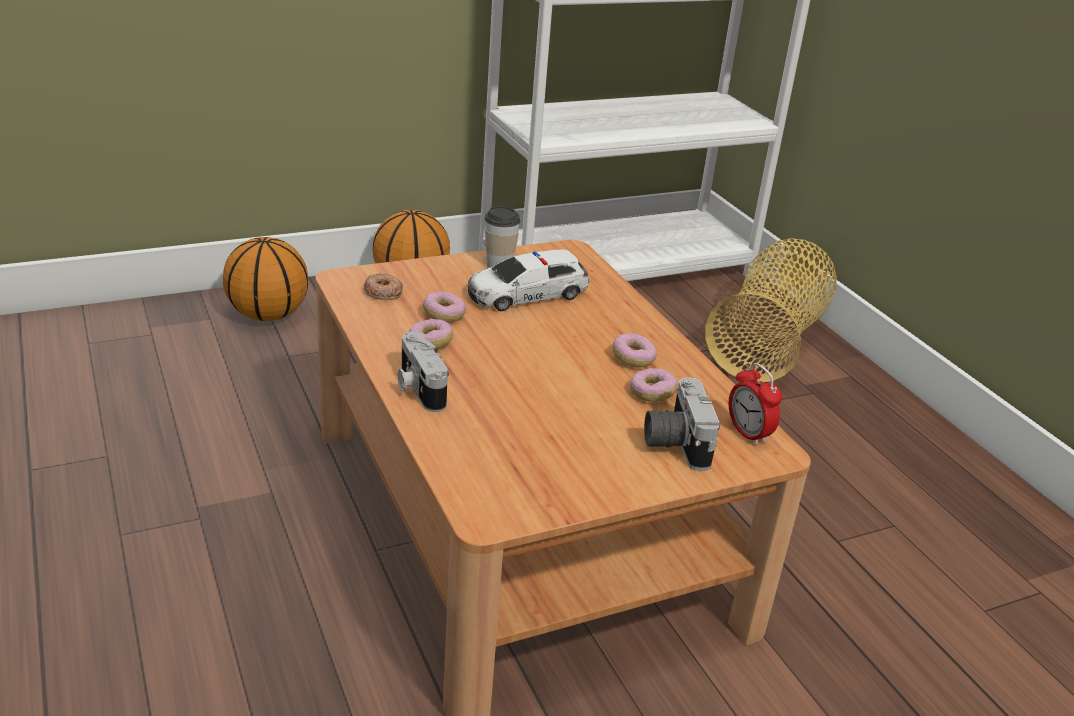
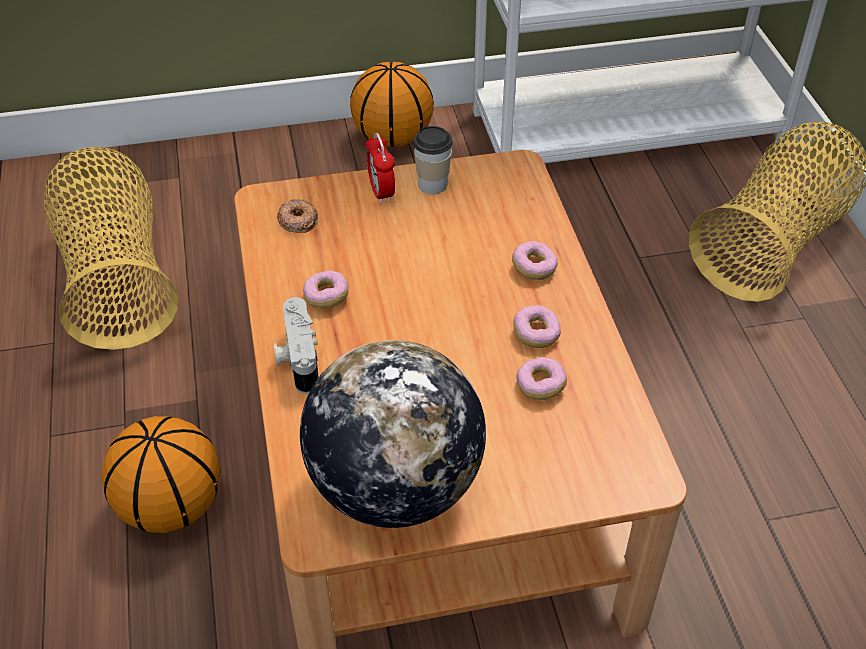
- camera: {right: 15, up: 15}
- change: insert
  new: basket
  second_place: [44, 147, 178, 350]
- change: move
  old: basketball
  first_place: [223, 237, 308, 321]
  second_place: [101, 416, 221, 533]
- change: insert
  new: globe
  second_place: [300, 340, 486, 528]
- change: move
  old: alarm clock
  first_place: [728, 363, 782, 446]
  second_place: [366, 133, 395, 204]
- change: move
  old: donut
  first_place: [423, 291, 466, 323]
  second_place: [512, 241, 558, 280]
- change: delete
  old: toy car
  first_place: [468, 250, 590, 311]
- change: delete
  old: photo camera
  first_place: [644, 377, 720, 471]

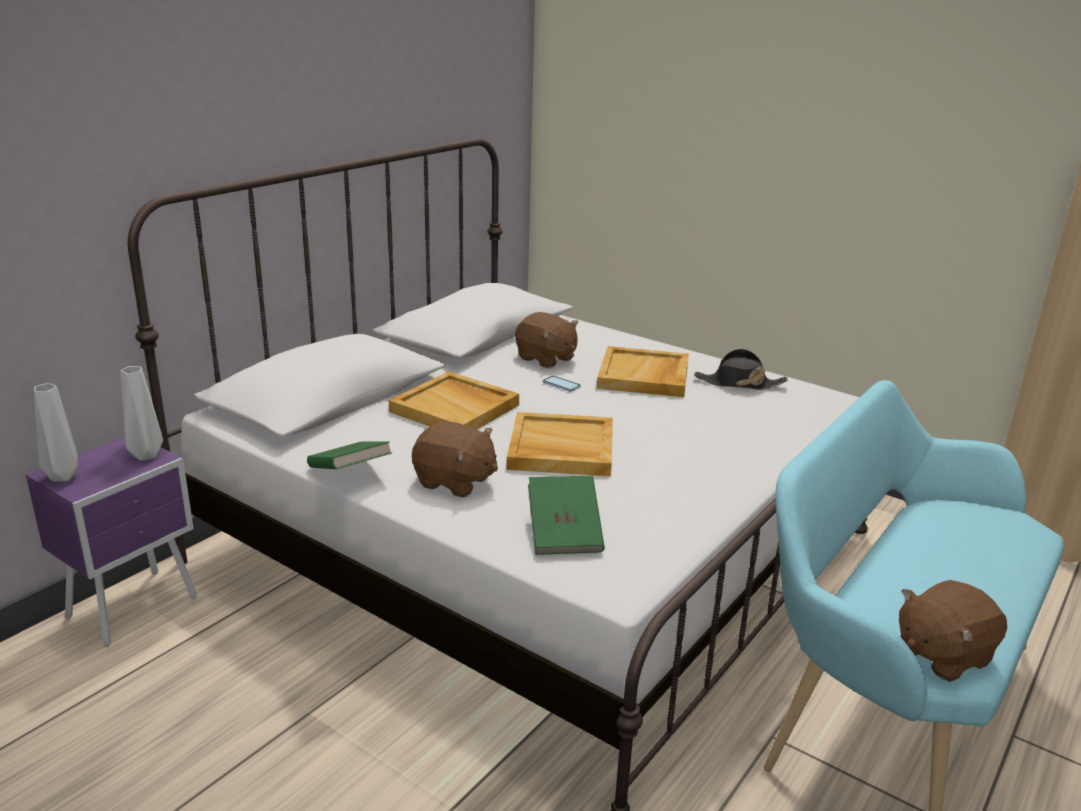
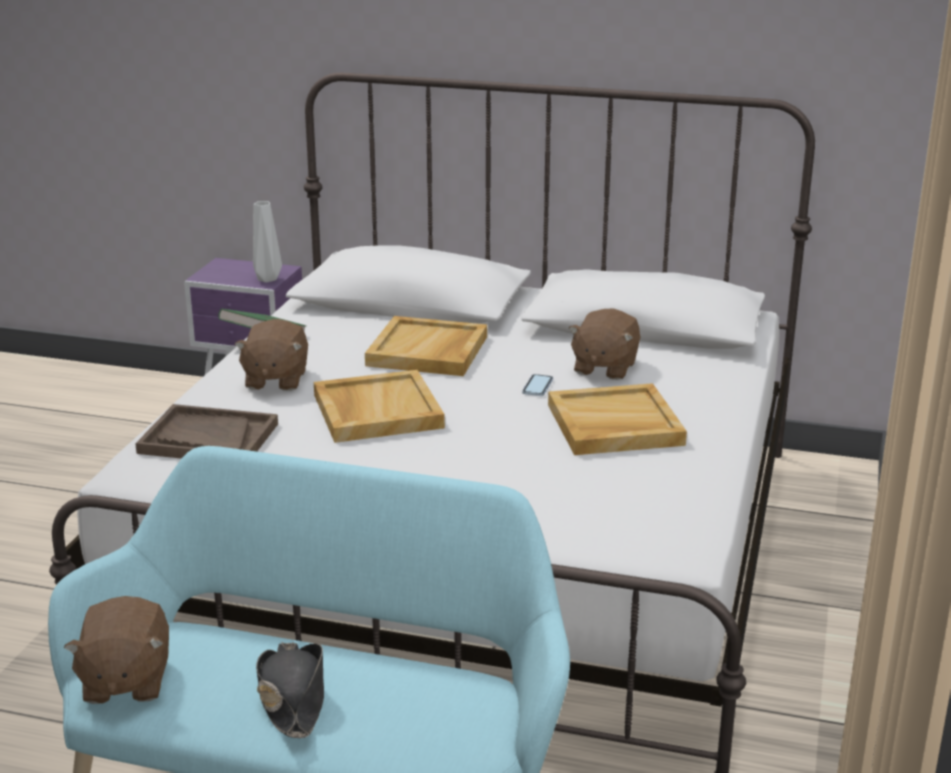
- camera: {right: 70, up: 0}
- change: rotate
  old: brown plush toy
  first_place: [899, 580, 1007, 682]
  second_place: [64, 596, 169, 704]
  degrees: -135
- change: replace
  old: green book
  new: brown tray
  first_place: [528, 476, 605, 555]
  second_place: [135, 404, 278, 459]
- change: move
  old: black hat
  first_place: [694, 349, 788, 390]
  second_place: [256, 642, 324, 738]
- change: delete
  old: grey vase
  first_place: [34, 383, 78, 482]

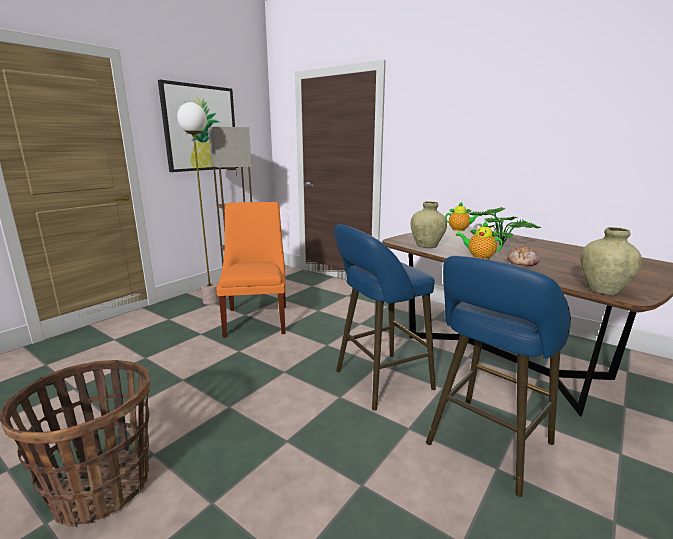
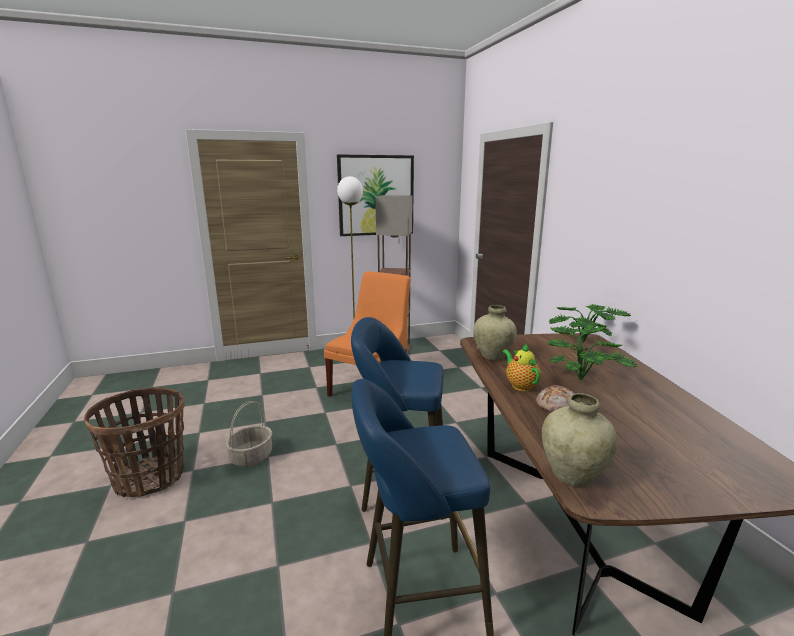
- camera: {right: 35, up: 0}
- change: insert
  new: basket
  second_place: [226, 401, 272, 467]
- change: replace
  old: teapot
  new: potted plant
  first_place: [445, 202, 482, 231]
  second_place: [549, 304, 631, 342]

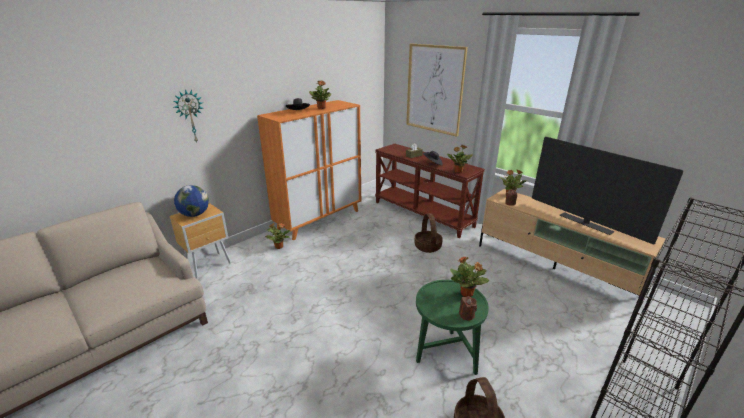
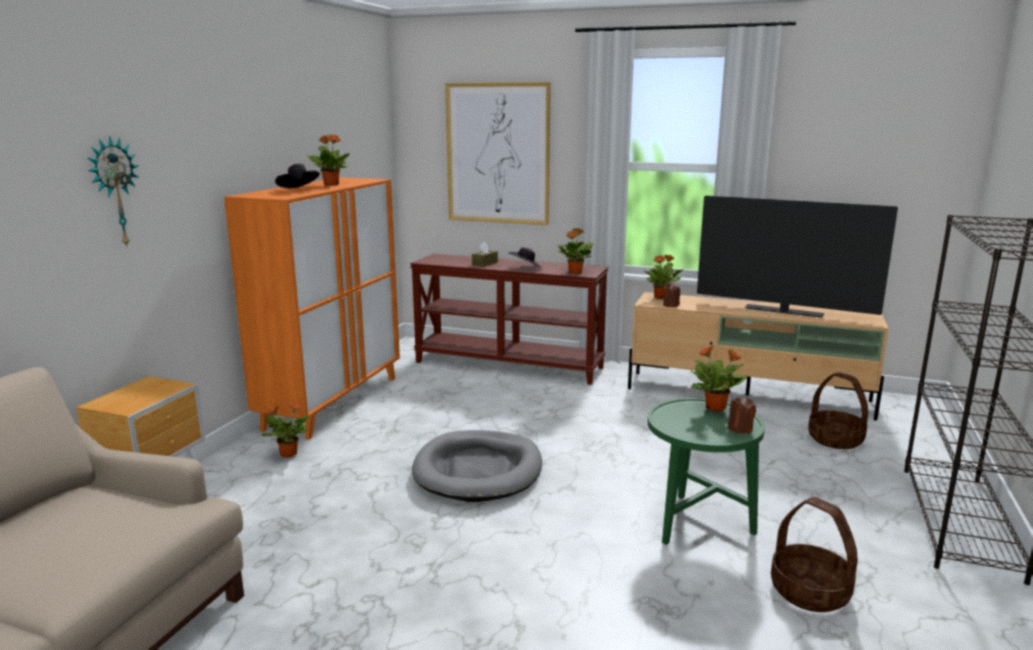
- camera: {right: -25, up: -10}
- change: insert
  new: grey dog bed
  second_place: [412, 430, 542, 502]
- change: move
  old: basket
  first_place: [414, 213, 443, 253]
  second_place: [808, 372, 869, 449]
- change: delete
  old: globe
  first_place: [174, 185, 209, 217]

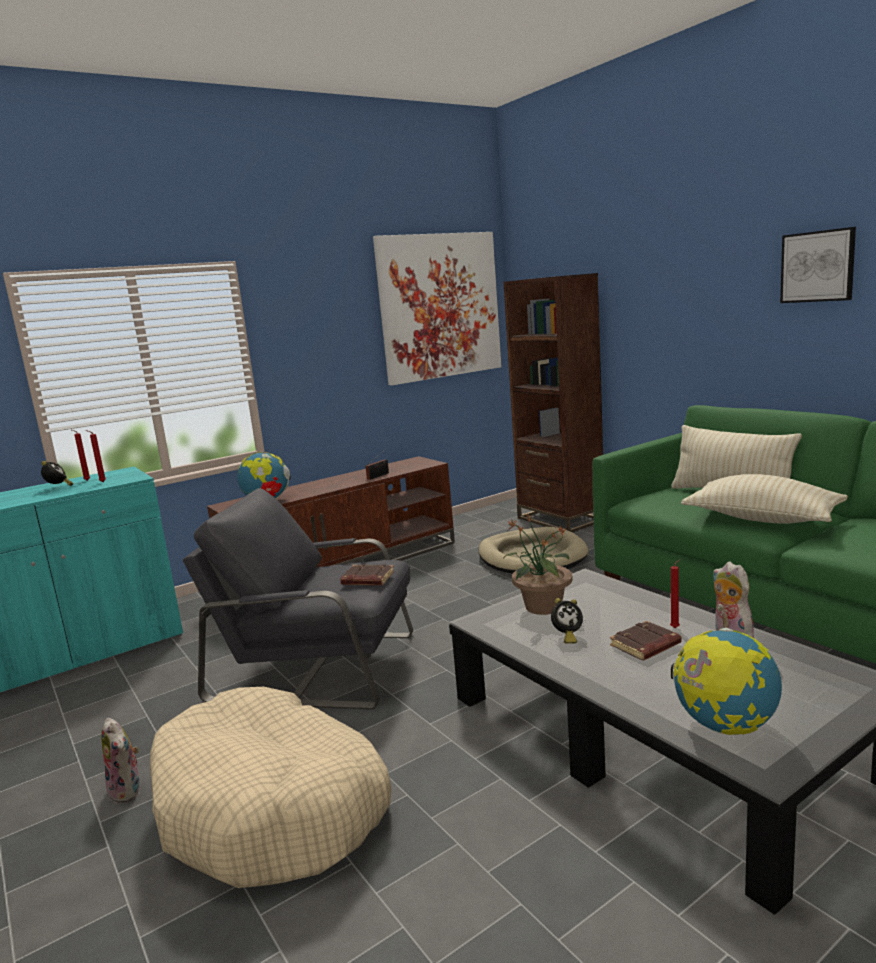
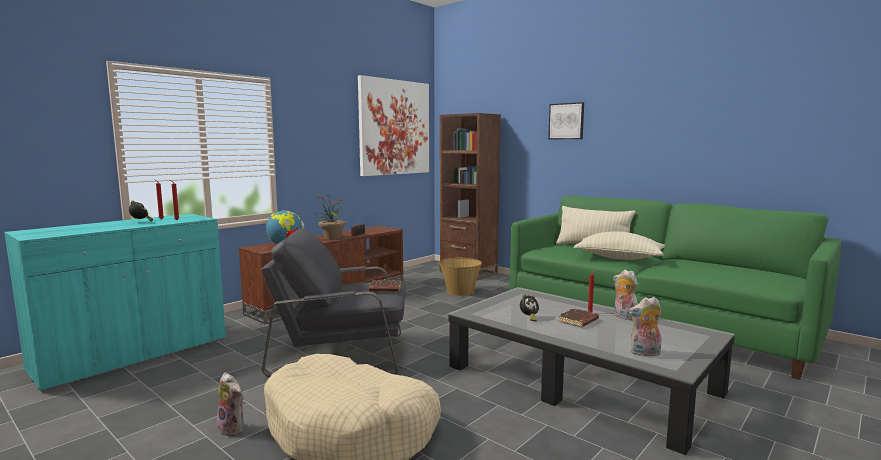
- camera: {right: -15, up: -5}
- change: move
  old: potted plant
  first_place: [503, 515, 573, 615]
  second_place: [317, 195, 347, 240]
- change: replace
  old: beige dog bed
  new: basket
  first_place: [479, 527, 589, 574]
  second_place: [438, 258, 482, 296]
- change: move
  old: picture
  first_place: [780, 227, 856, 303]
  second_place: [548, 102, 584, 139]
- change: replace
  old: globe
  new: plush toy
  first_place: [671, 628, 782, 735]
  second_place: [629, 297, 661, 356]

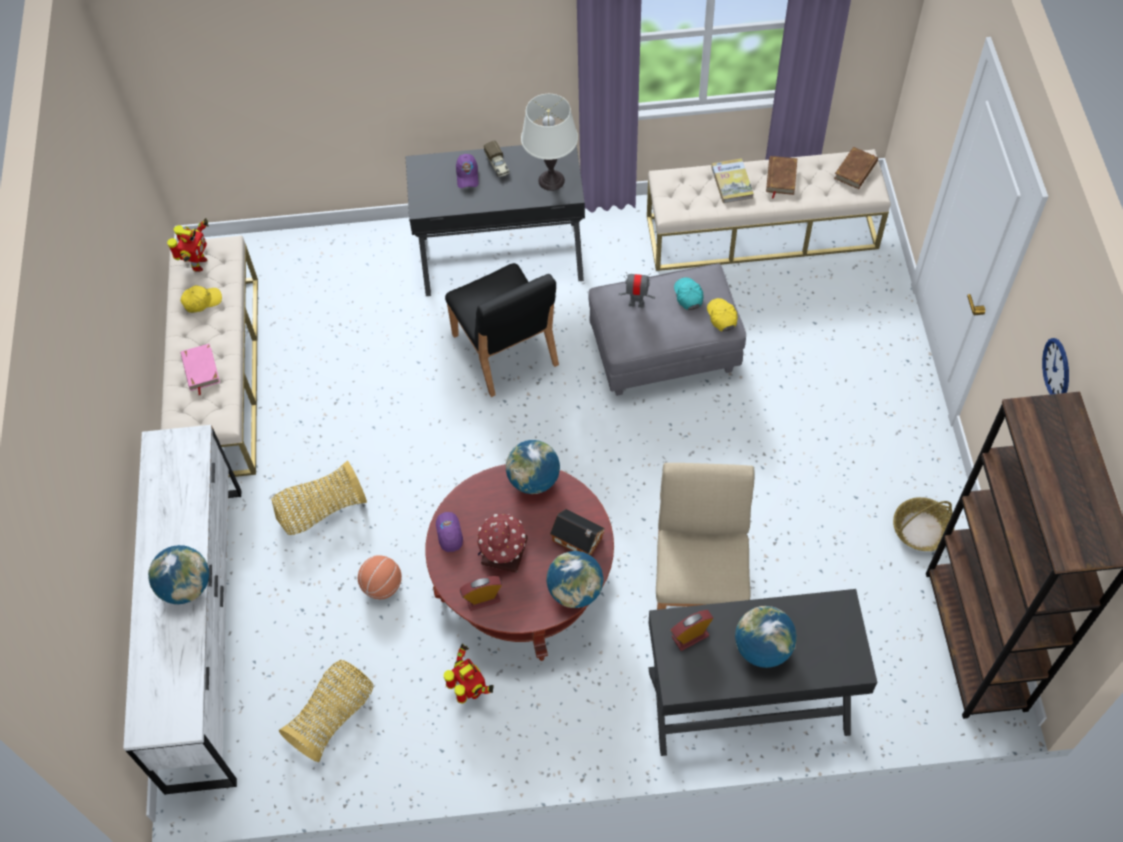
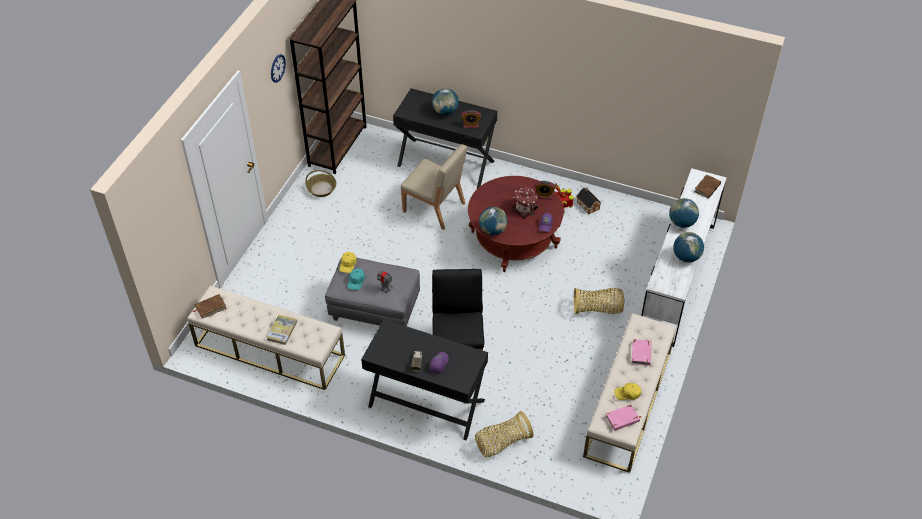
- camera: {right: -155, up: -10}
- change: rotate
  old: beige chair
  first_place: [656, 463, 754, 610]
  second_place: [401, 144, 467, 230]
  degrees: -90
- change: move
  old: basket
  first_place: [279, 660, 374, 762]
  second_place: [475, 411, 533, 457]
- change: move
  old: toy house
  first_place: [550, 509, 605, 556]
  second_place: [577, 187, 601, 214]
- change: replace
  old: toy robot
  new: pink book
  first_place: [167, 218, 208, 272]
  second_place: [605, 404, 642, 431]
- change: move
  old: globe
  first_place: [547, 551, 603, 608]
  second_place: [673, 232, 704, 262]
- change: move
  old: brown book
  first_place: [766, 156, 797, 199]
  second_place: [694, 174, 721, 198]
- change: delete
  old: basketball
  first_place: [358, 555, 402, 599]
- change: delete
  old: white table lamp
  first_place: [521, 94, 578, 191]

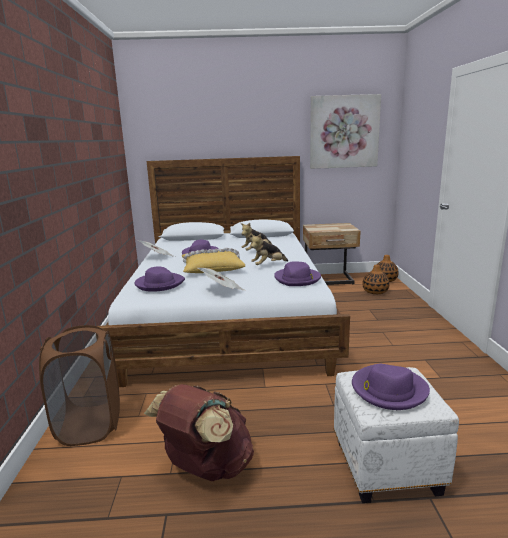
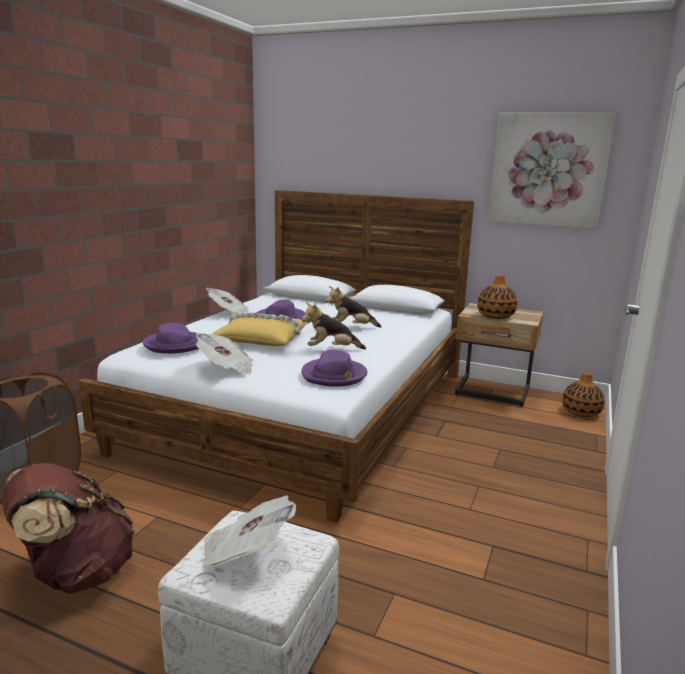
- camera: {right: 25, up: 0}
- change: replace
  old: purple hat
  new: newspaper
  first_place: [352, 363, 430, 410]
  second_place: [203, 496, 296, 568]
- change: move
  old: vase
  first_place: [363, 265, 390, 294]
  second_place: [477, 275, 517, 319]

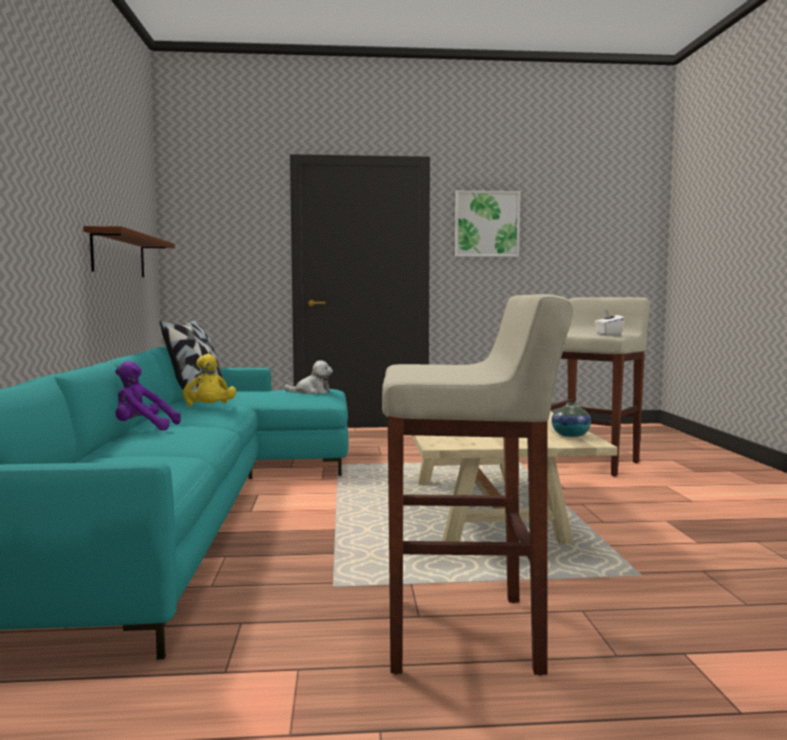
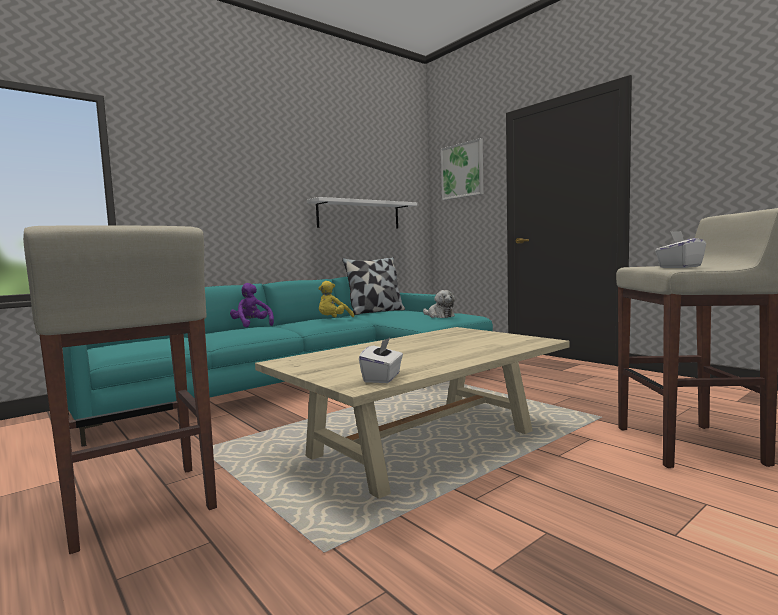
- camera: {right: 55, up: 0}
- change: recolor
  old: brown shelf
  new: white shelf
  first_place: [83, 226, 175, 277]
  second_place: [307, 197, 417, 228]
- change: replace
  old: vase
  new: white tissue box
  first_place: [551, 402, 591, 437]
  second_place: [359, 337, 403, 383]
- change: move
  old: picture
  first_place: [455, 190, 521, 257]
  second_place: [441, 138, 484, 200]

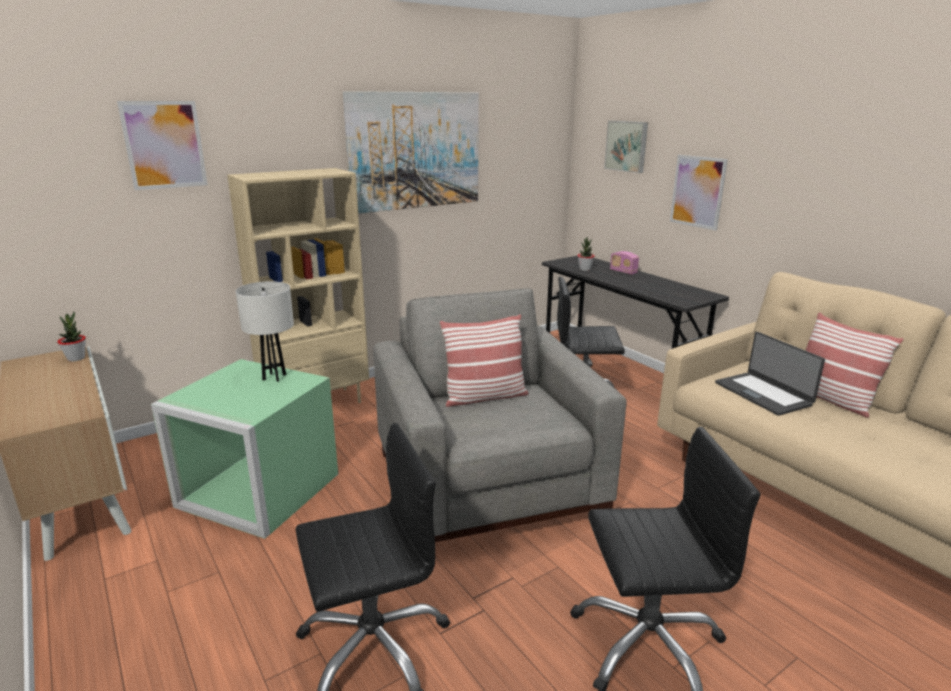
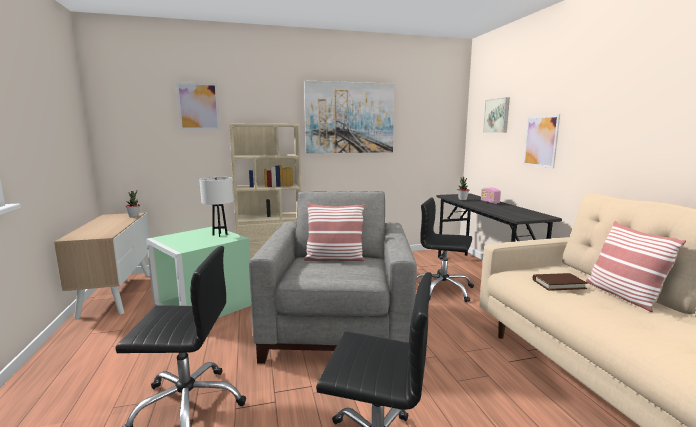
- camera: {right: 20, up: -10}
- change: replace
  old: laptop
  new: brown book
  first_place: [715, 332, 825, 416]
  second_place: [533, 273, 588, 291]

